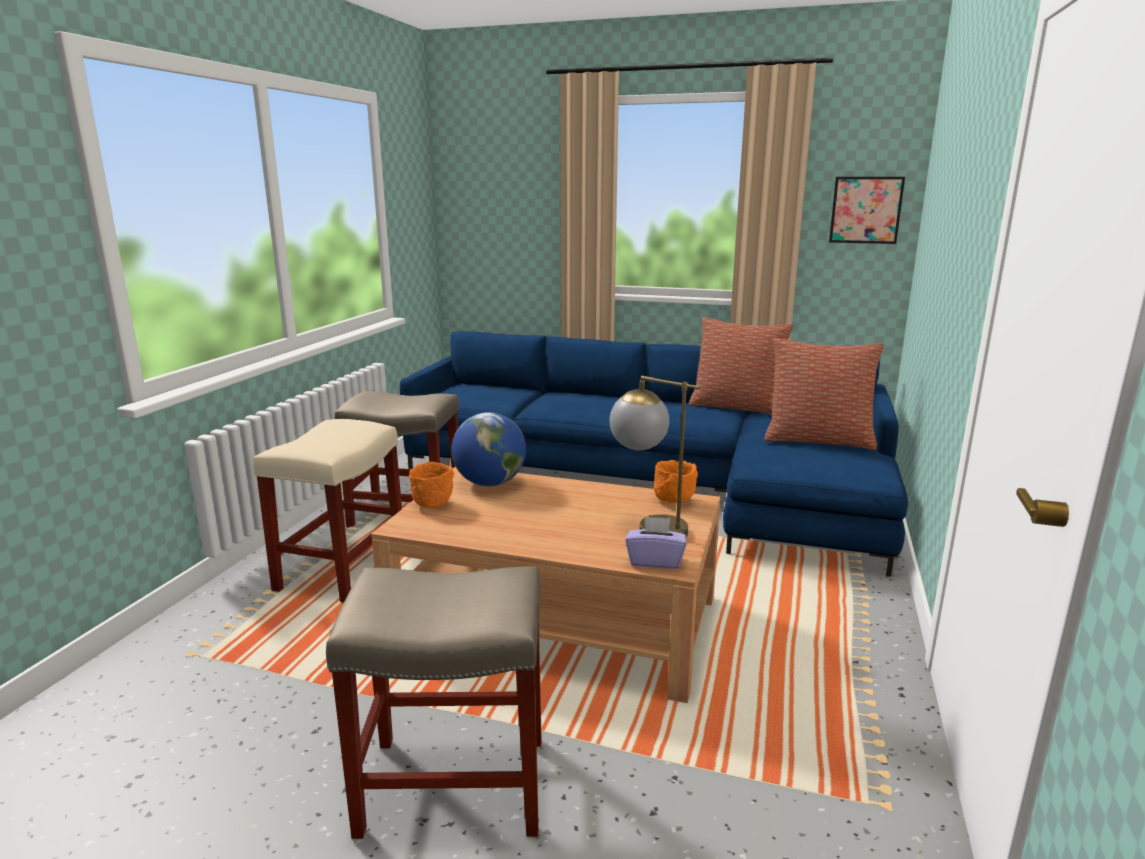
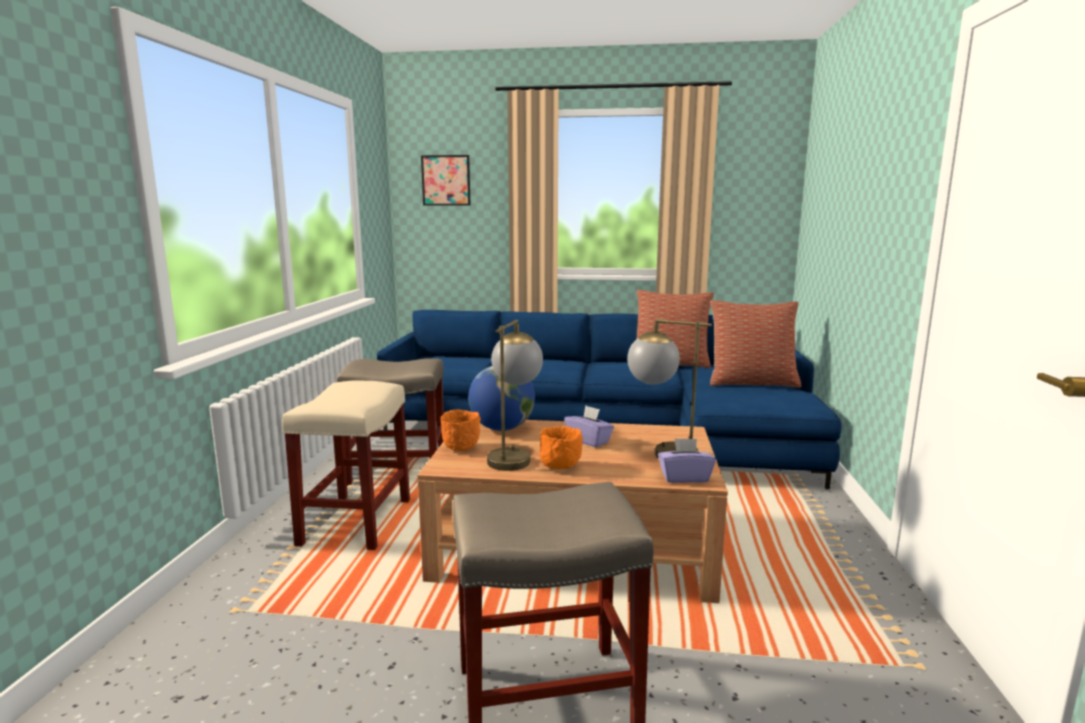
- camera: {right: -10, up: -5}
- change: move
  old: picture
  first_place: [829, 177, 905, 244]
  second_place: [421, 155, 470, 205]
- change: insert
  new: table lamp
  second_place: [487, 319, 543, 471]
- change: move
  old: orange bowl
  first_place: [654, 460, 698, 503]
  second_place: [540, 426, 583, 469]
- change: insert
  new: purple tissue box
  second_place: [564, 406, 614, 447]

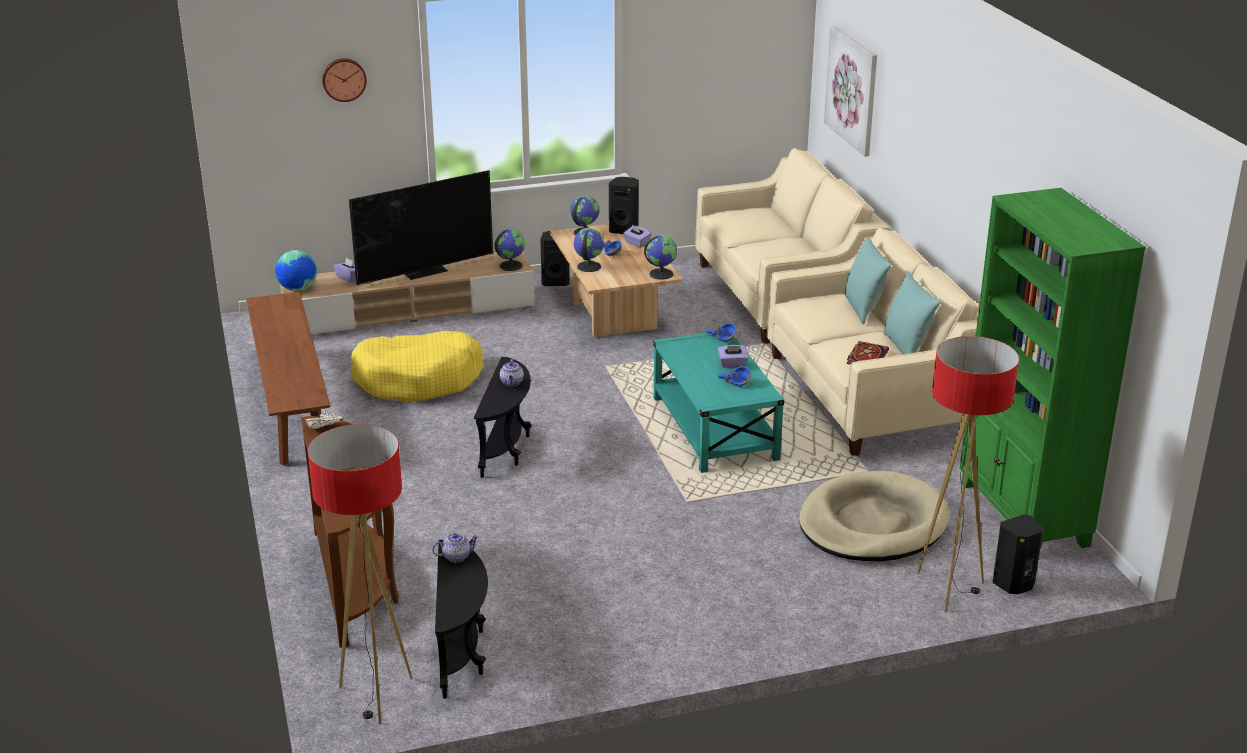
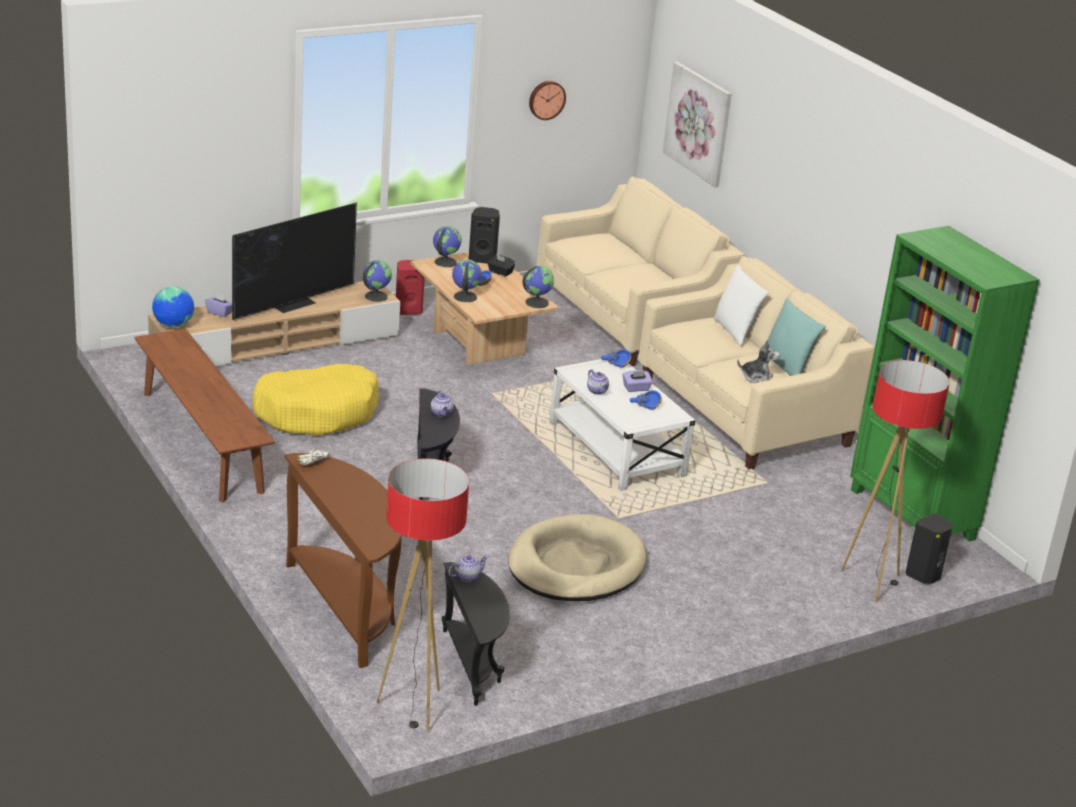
- camera: {right: -15, up: 0}
- change: recolor
  old: black speaker
  new: red speaker
  first_place: [540, 231, 570, 286]
  second_place: [396, 260, 425, 315]
- change: recolor
  old: purple tissue box
  new: black tissue box
  first_place: [623, 225, 651, 248]
  second_place: [487, 254, 516, 277]
- change: move
  old: beige dog bed
  first_place: [799, 471, 949, 562]
  second_place: [508, 514, 647, 601]
- change: move
  old: wall clock
  first_place: [322, 58, 367, 102]
  second_place: [529, 81, 566, 120]
- change: recolor
  old: turquoise coffee table
  new: white coffee table
  first_place: [653, 333, 784, 473]
  second_place: [550, 359, 696, 491]
- change: insert
  new: teapot
  second_place: [587, 369, 609, 394]
- change: recolor
  old: turquoise pillow
  new: white pillow
  first_place: [845, 236, 891, 324]
  second_place: [714, 265, 769, 347]
- change: replace
  old: book
  new: plush toy
  first_place: [846, 341, 889, 365]
  second_place: [737, 340, 780, 383]

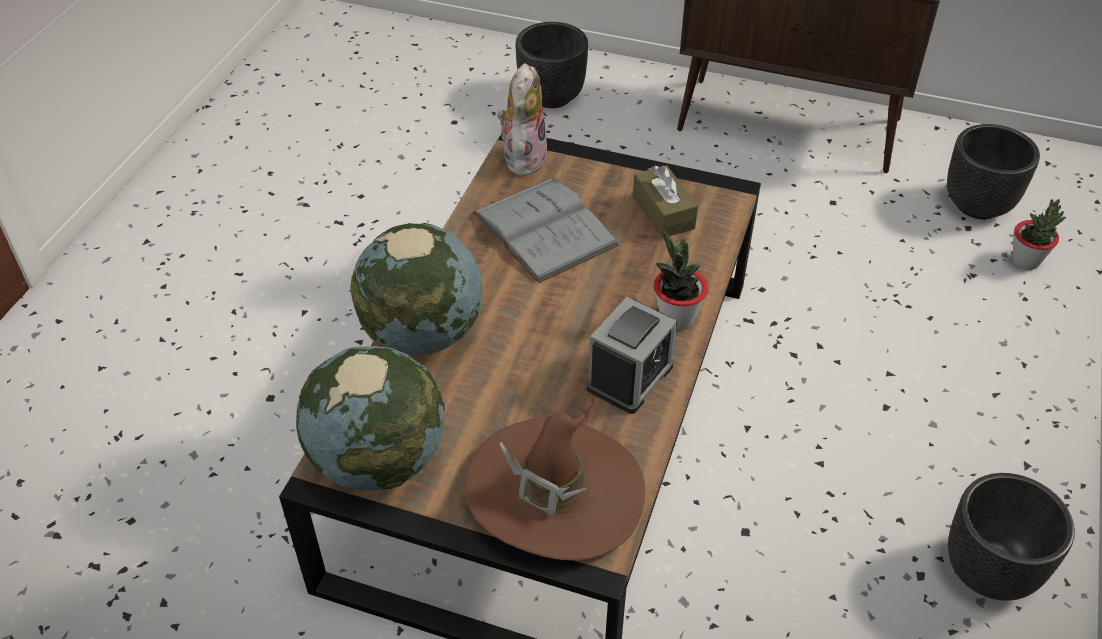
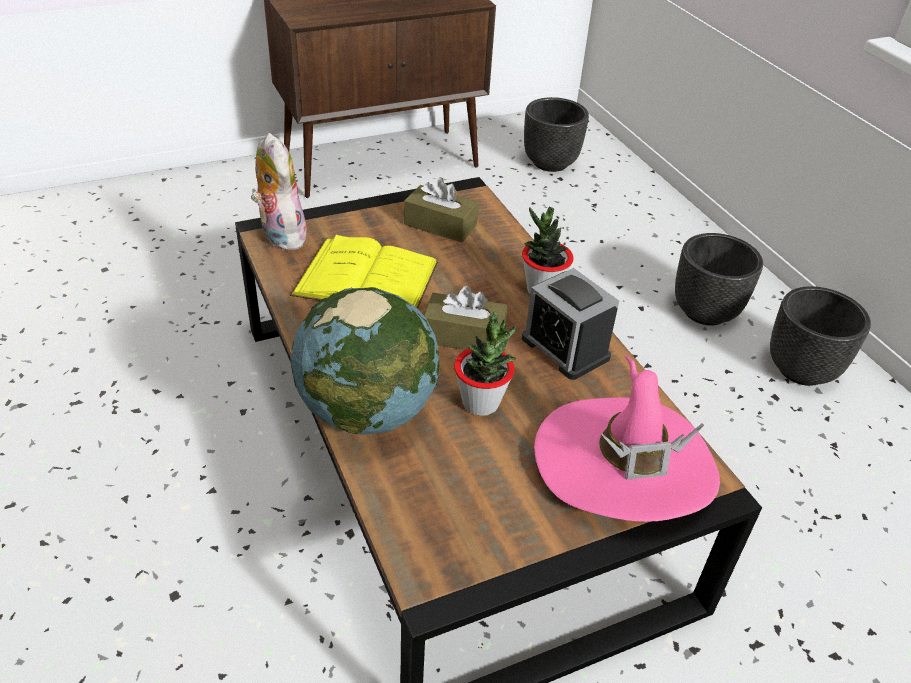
- camera: {right: -45, up: -5}
- change: recolor
  old: grey book
  new: yellow book
  first_place: [472, 178, 620, 283]
  second_place: [289, 235, 438, 309]
- change: insert
  new: brown tissue box
  second_place: [424, 286, 507, 350]
- change: move
  old: potted plant
  first_place: [1012, 199, 1067, 270]
  second_place: [454, 311, 516, 416]
- change: rotate
  old: alarm clock
  first_place: [587, 297, 677, 414]
  second_place: [522, 268, 619, 380]
  degrees: 150
- change: recolor
  old: brown hat
  new: pink hat
  first_place: [464, 398, 645, 560]
  second_place: [534, 354, 720, 522]
- change: move
  old: black planter
  first_place: [516, 22, 588, 108]
  second_place: [675, 233, 763, 326]
- change: delete
  old: globe
  first_place: [296, 346, 445, 491]

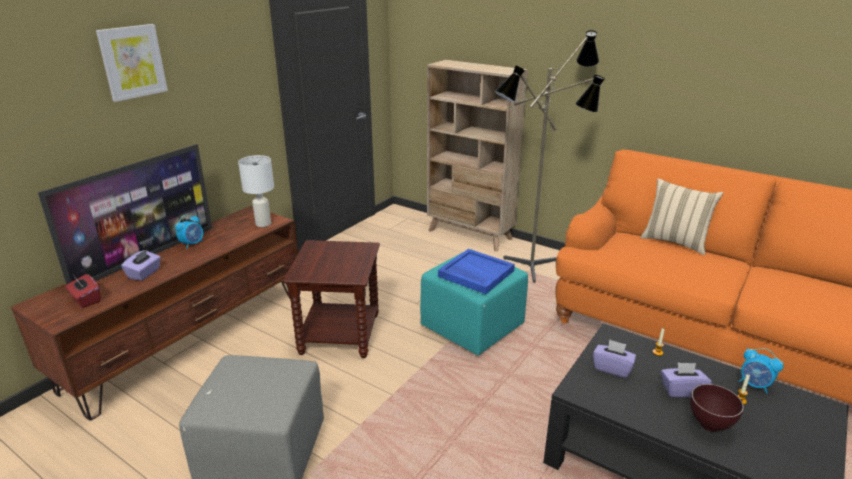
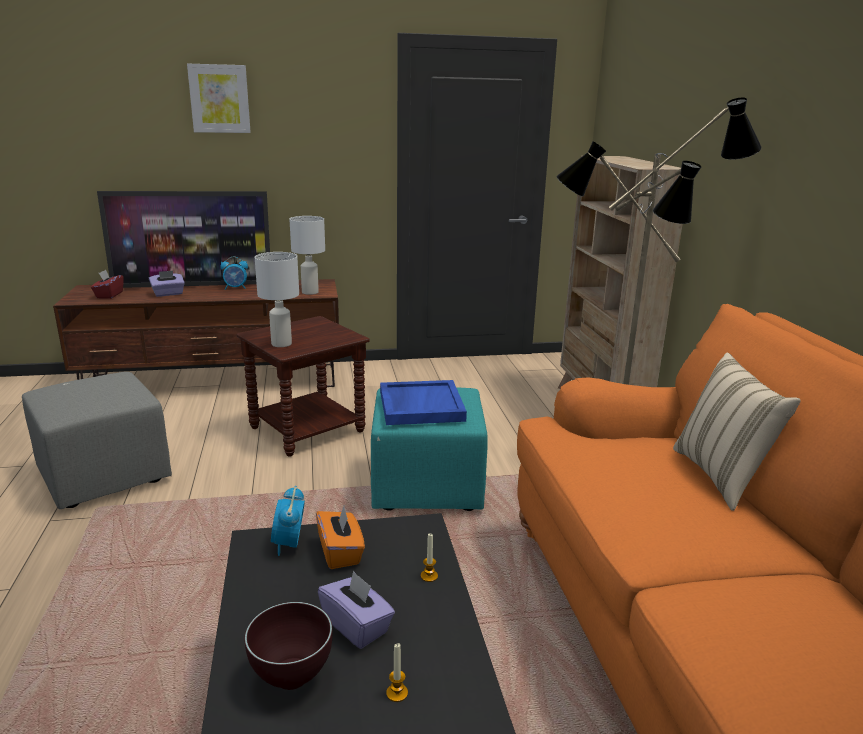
- camera: {right: 45, up: -5}
- change: insert
  new: white table lamp
  second_place: [255, 252, 299, 347]
- change: move
  old: alarm clock
  first_place: [738, 348, 784, 394]
  second_place: [271, 486, 305, 556]
- change: recolor
  old: purple tissue box
  new: orange tissue box
  first_place: [593, 339, 636, 378]
  second_place: [316, 506, 365, 569]

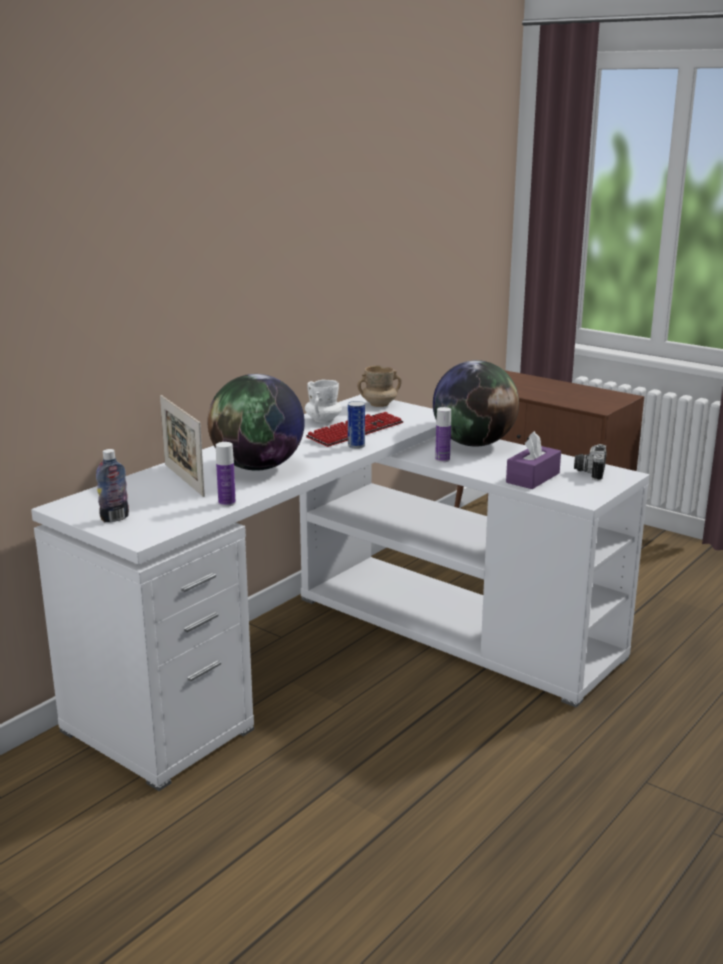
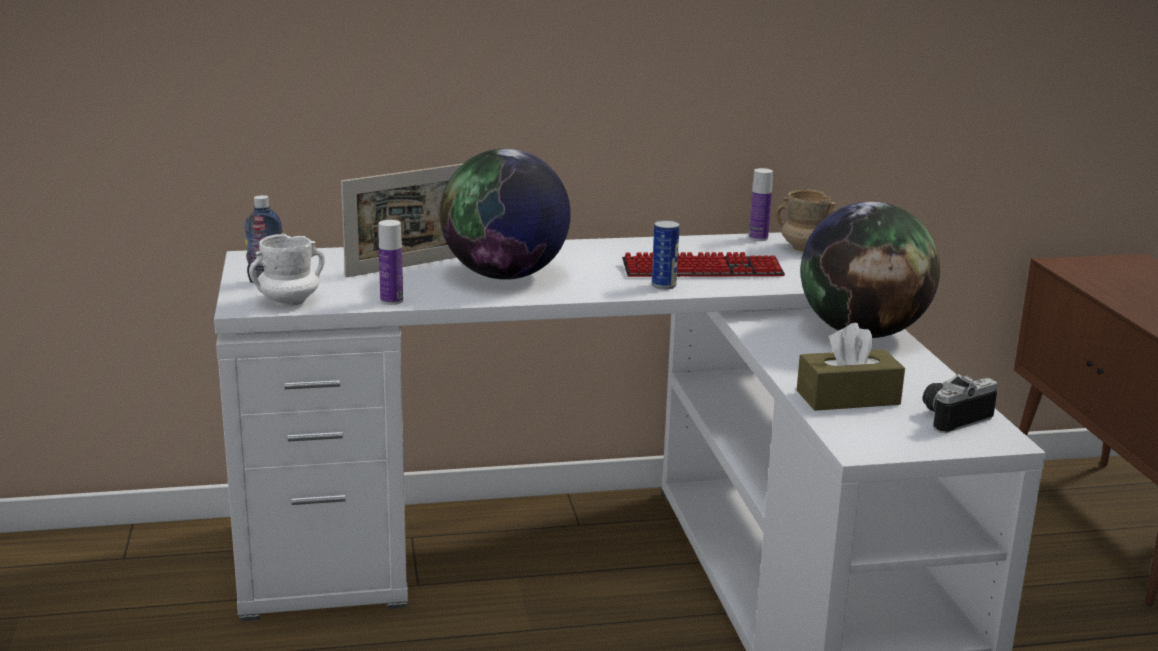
- camera: {right: 40, up: 0}
- change: move
  old: white mug
  first_place: [305, 379, 342, 423]
  second_place: [249, 234, 325, 306]
- change: rotate
  old: picture frame
  first_place: [160, 395, 205, 497]
  second_place: [341, 164, 462, 278]
  degrees: -135
- change: move
  old: bottle
  first_place: [435, 407, 451, 462]
  second_place: [749, 168, 773, 241]
- change: recolor
  old: purple tissue box
  new: brown tissue box
  first_place: [506, 431, 561, 489]
  second_place: [797, 323, 905, 411]

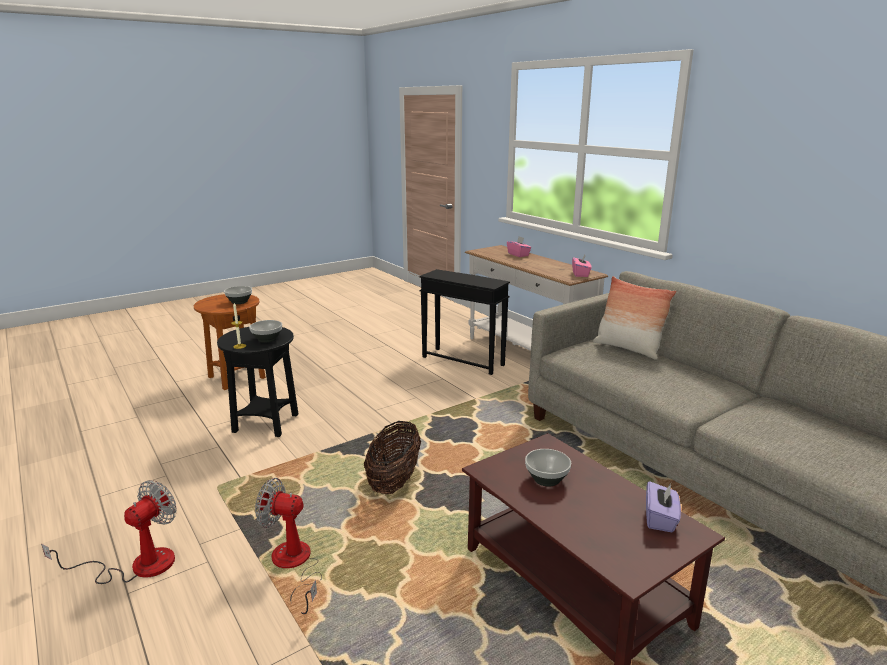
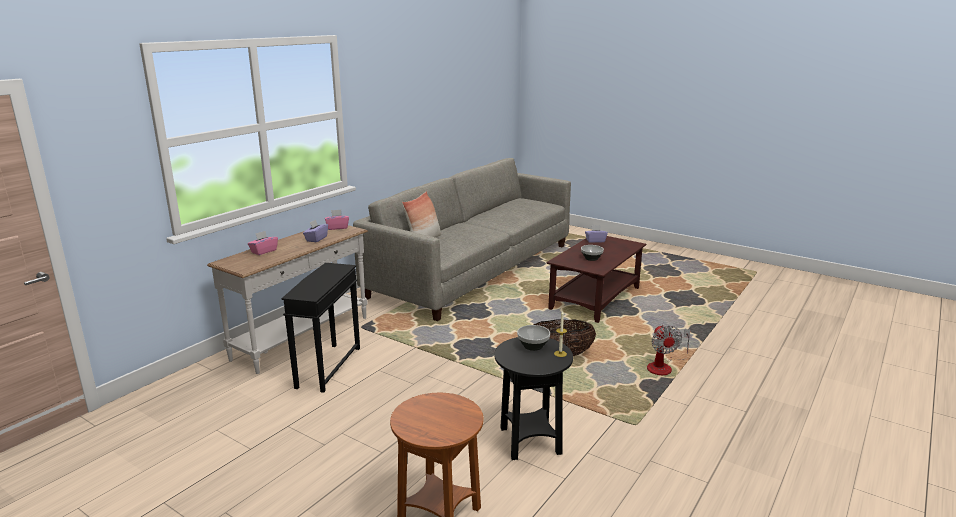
- camera: {right: -110, up: 0}
- change: insert
  new: purple tissue box
  second_place: [303, 219, 328, 242]
- change: delete
  old: fan
  first_place: [41, 480, 177, 584]
- change: delete
  old: bowl
  first_place: [224, 286, 252, 304]

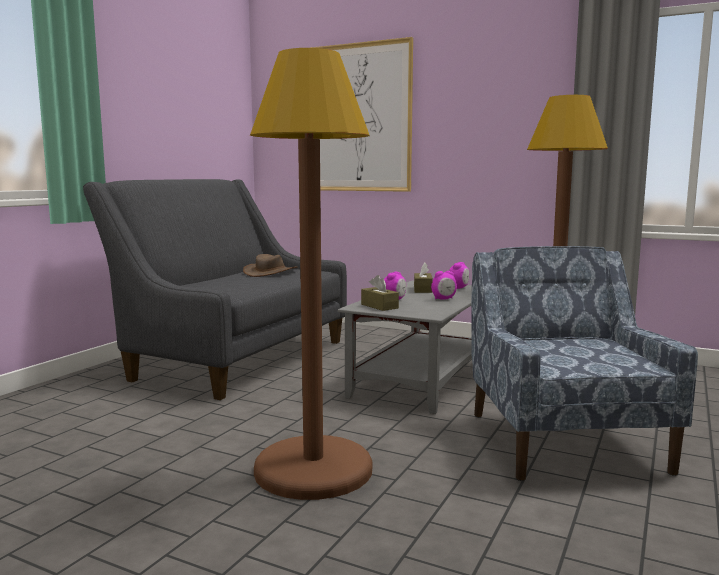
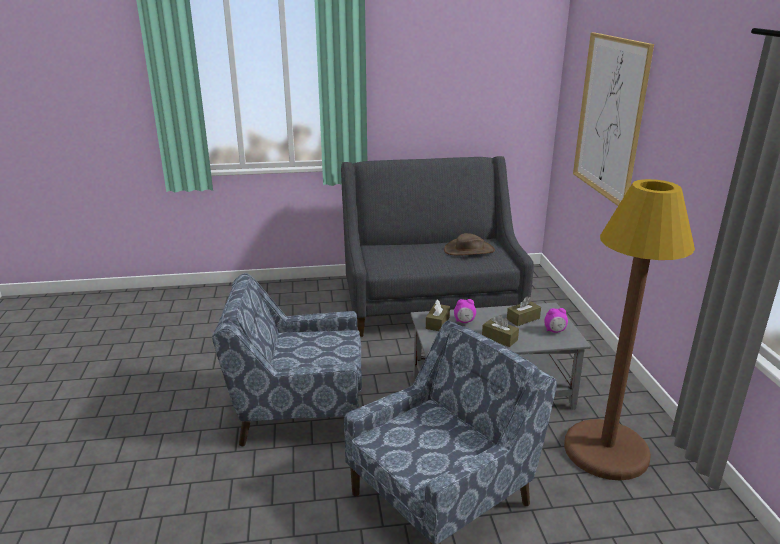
- camera: {right: 55, up: 15}
- change: replace
  old: brown floor lamp
  new: blue armchair
  first_place: [250, 48, 372, 500]
  second_place: [212, 273, 362, 446]
- change: replace
  old: alarm clock
  new: brown tissue box
  first_place: [431, 271, 457, 300]
  second_place: [482, 315, 519, 347]

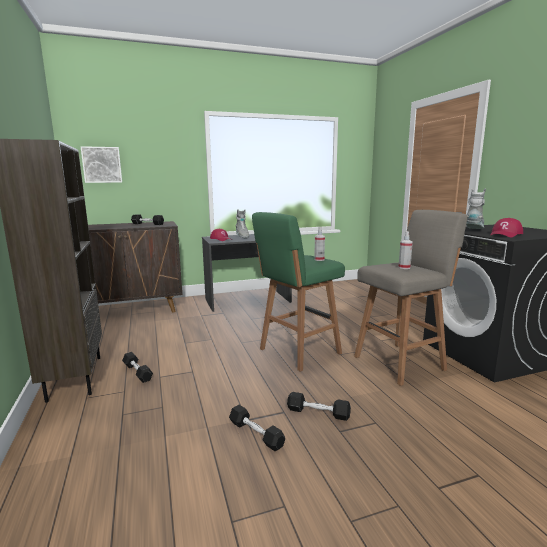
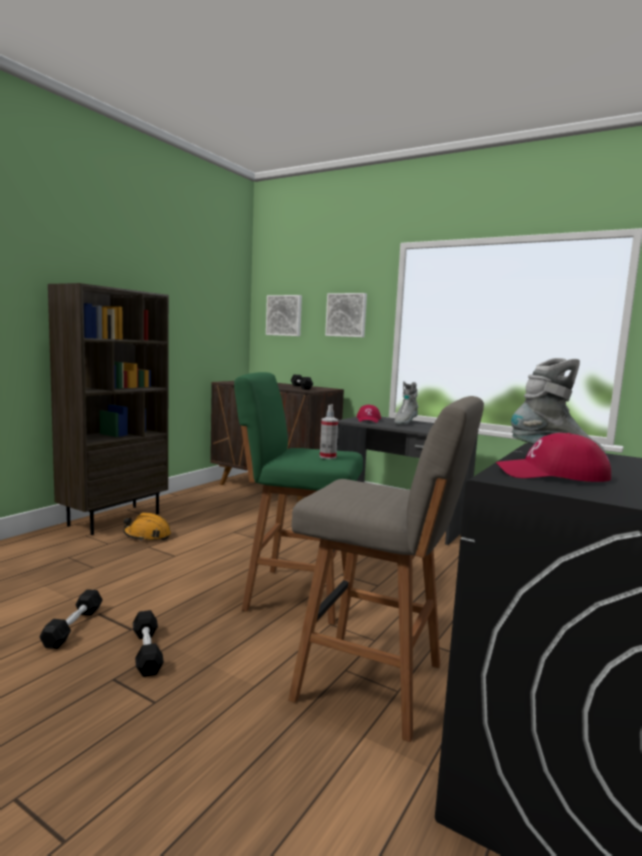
- camera: {right: 50, up: -5}
- change: replace
  old: black dumbbell
  new: orange hard hat
  first_place: [122, 352, 153, 383]
  second_place: [123, 513, 171, 541]
- change: insert
  new: picture
  second_place: [325, 293, 367, 337]
- change: delete
  old: spray bottle
  first_place: [398, 231, 413, 269]

